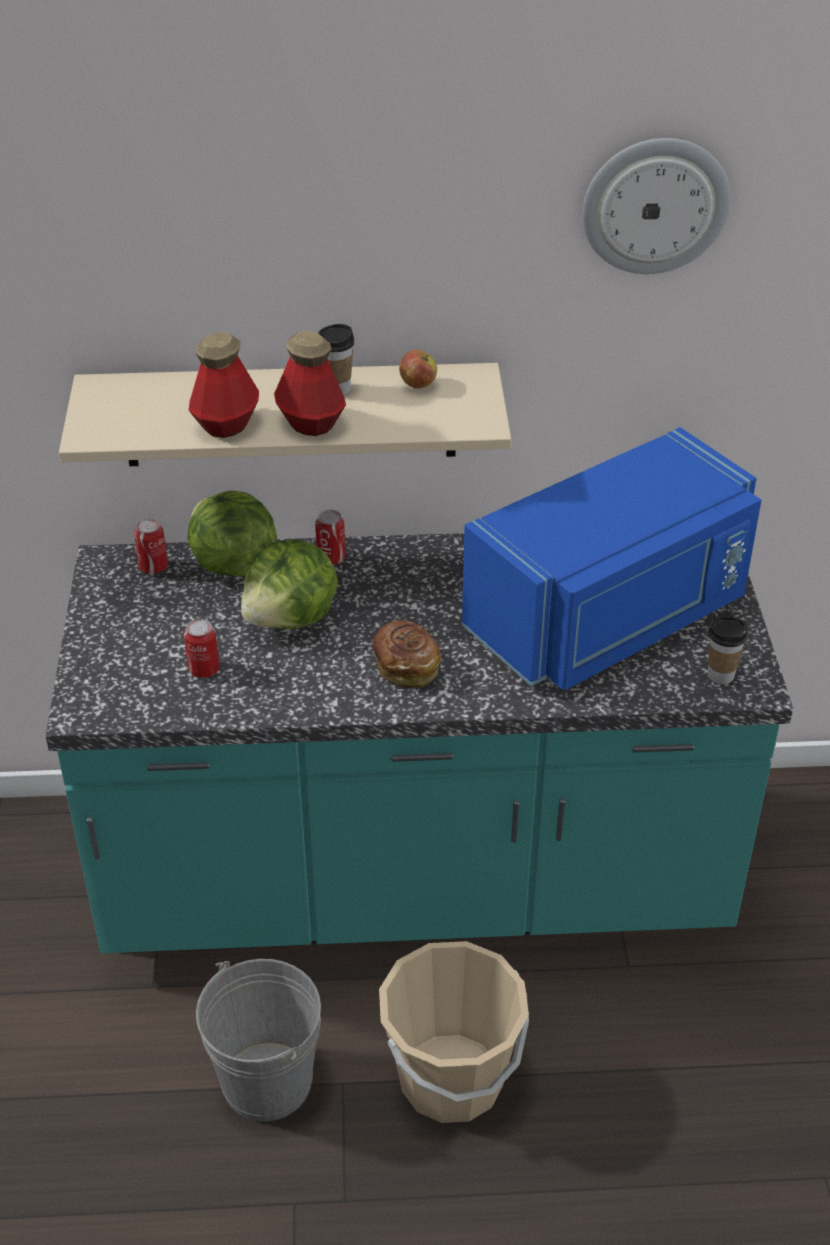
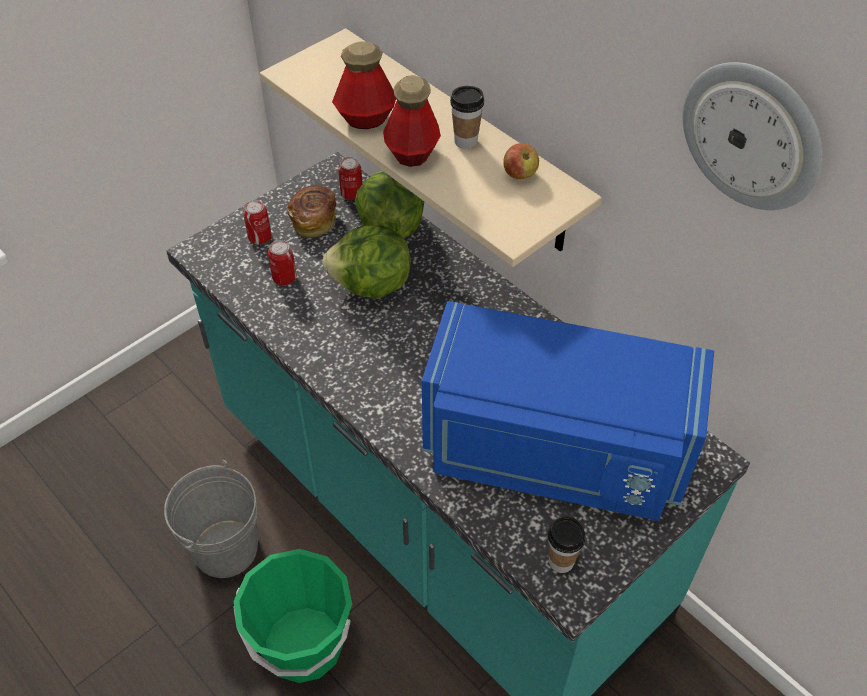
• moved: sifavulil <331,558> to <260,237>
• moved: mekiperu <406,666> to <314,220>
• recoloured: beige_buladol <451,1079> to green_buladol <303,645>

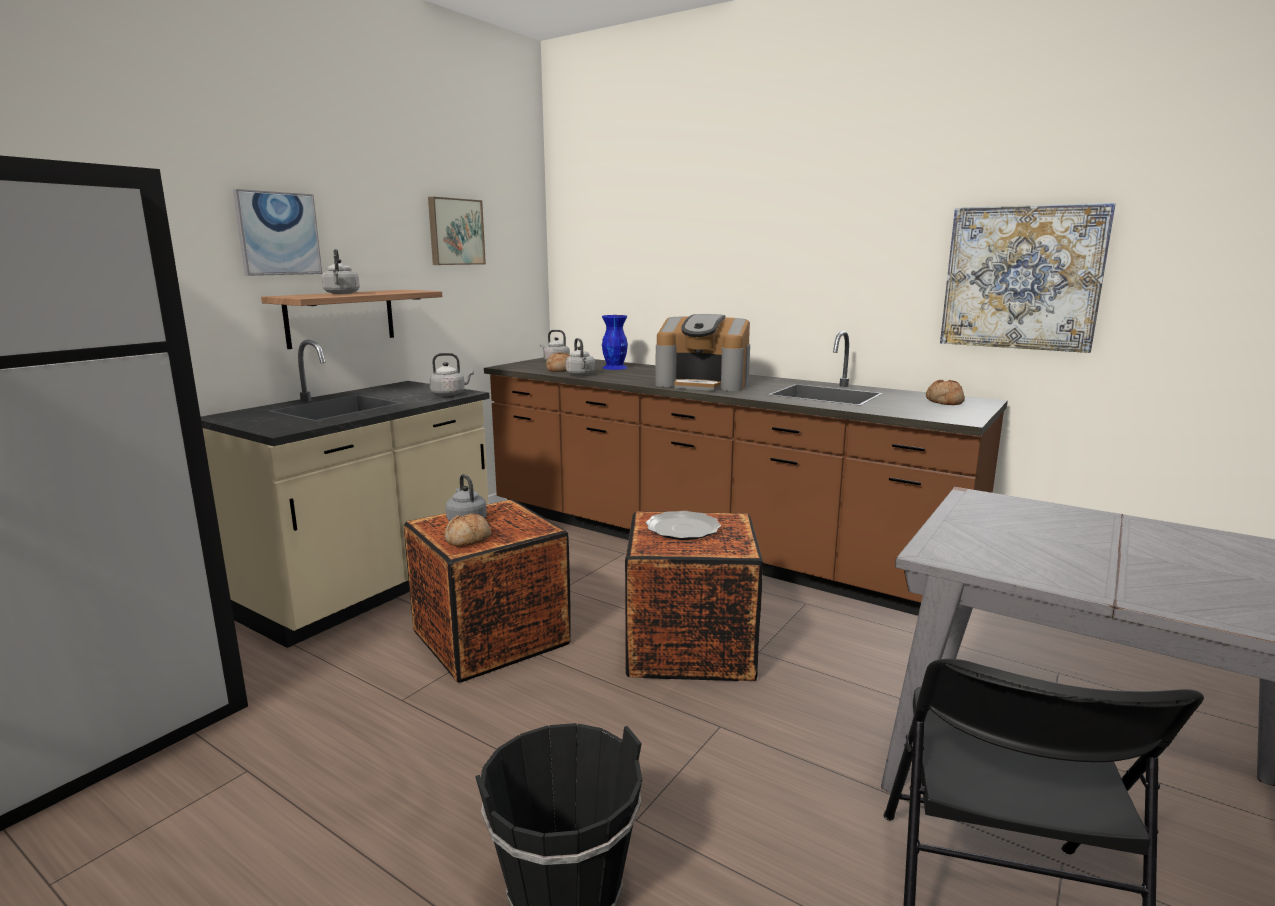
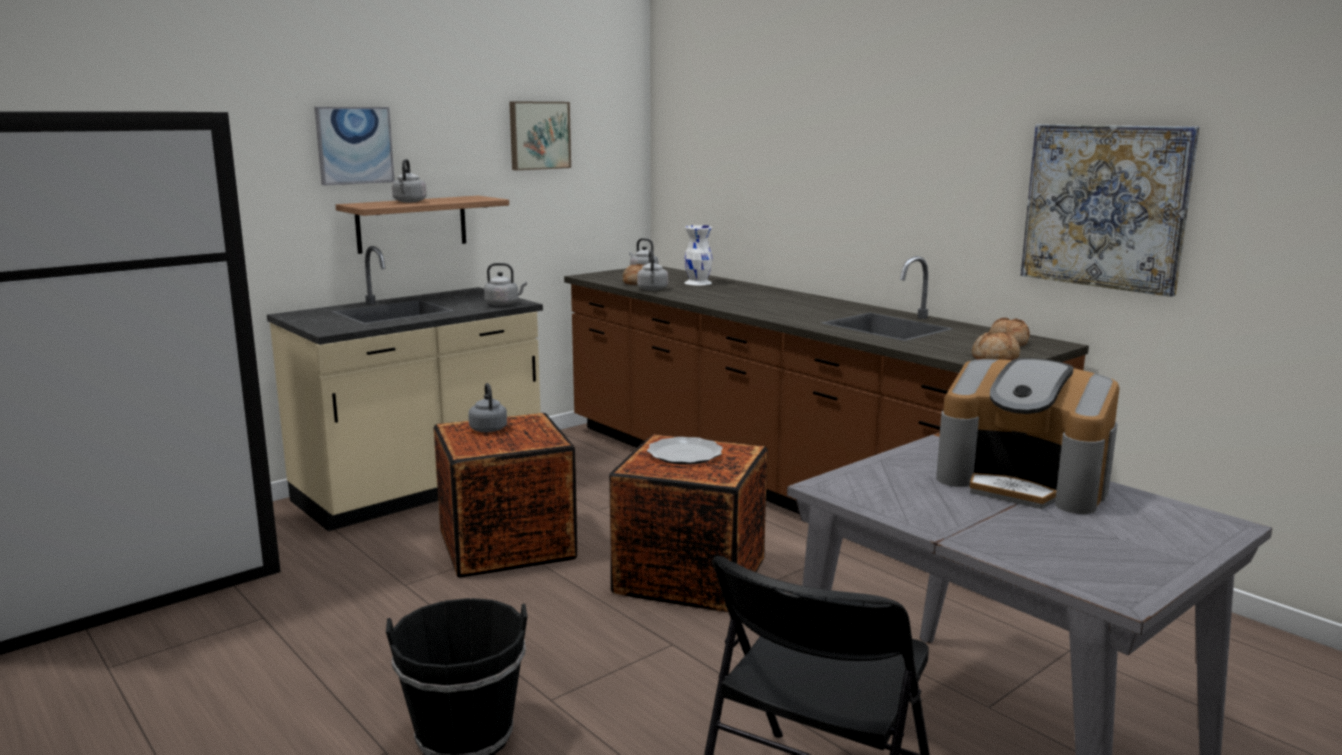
• moved: mekiperu <468,540> to <995,359>
• moved: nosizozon <703,384> to <1024,483>
• recoloured: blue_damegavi <615,367> to white_damegavi <698,283>

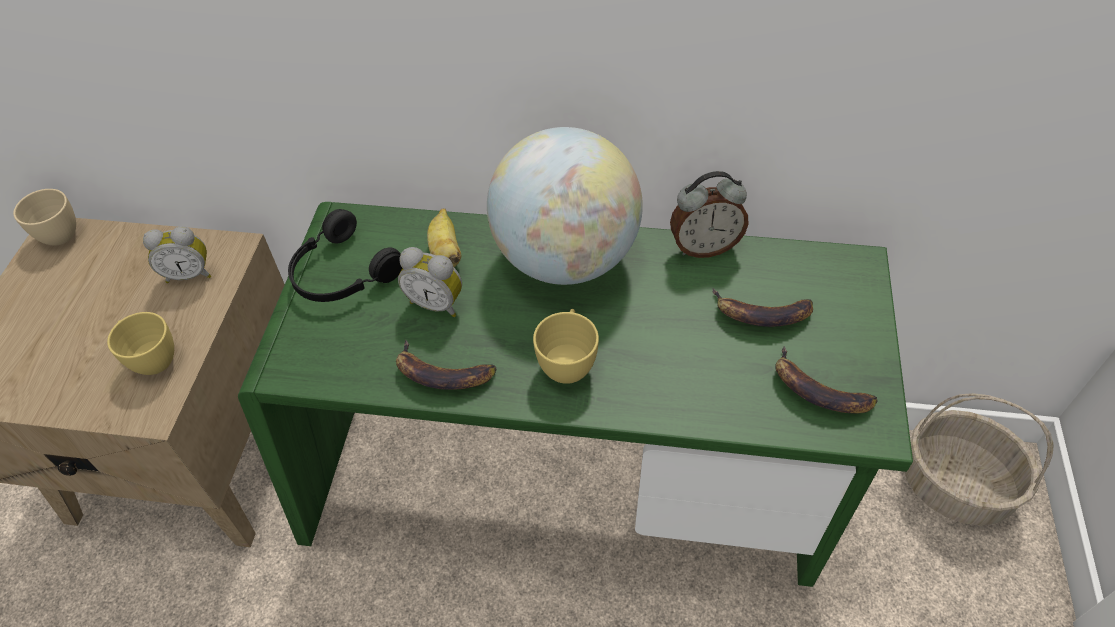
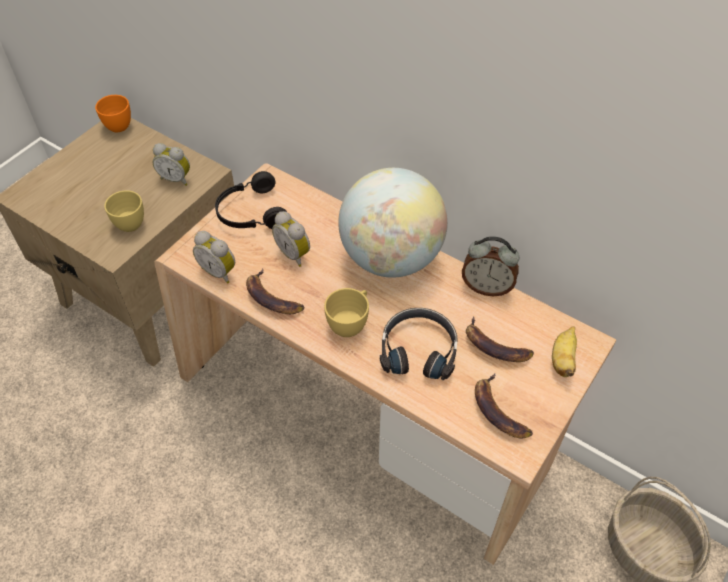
• added: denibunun <219,271>
• added: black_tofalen <418,349>
• moved: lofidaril <446,252> to <562,360>
• recoloured: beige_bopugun <59,231> to orange_bopugun <119,124>
• recoloured: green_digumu <564,487> to beige_digumu <364,419>

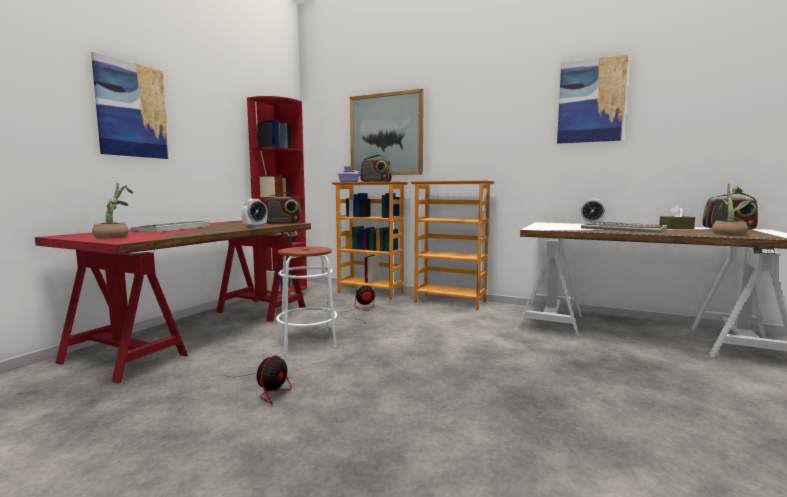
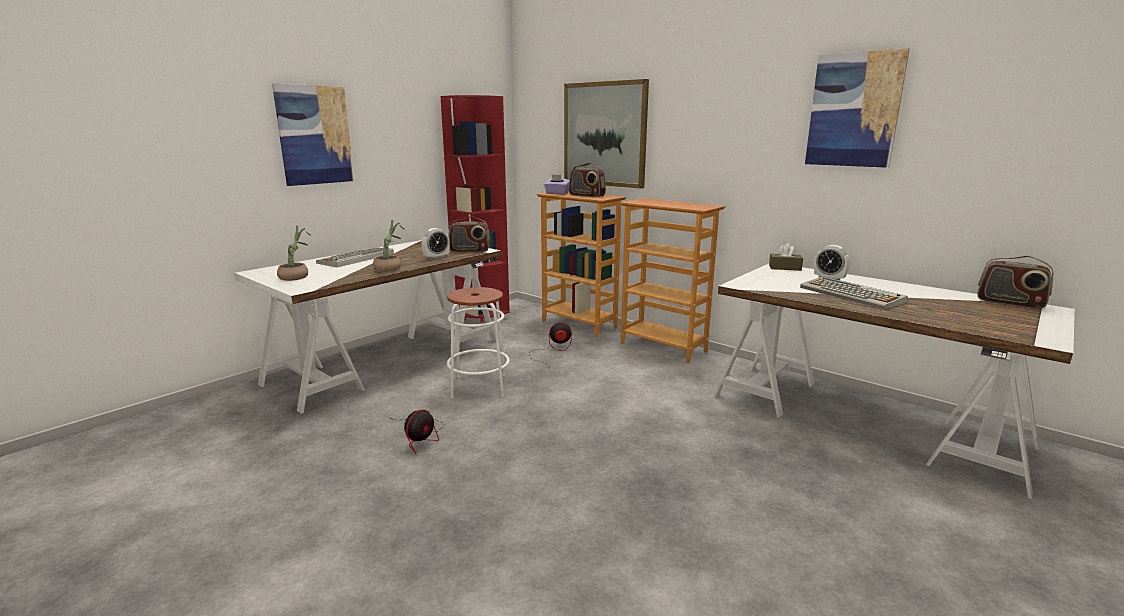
• moved: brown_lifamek <676,228> to <785,268>
• moved: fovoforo <728,233> to <390,268>
• recoloured: red_digumu <203,330> to white_digumu <388,360>

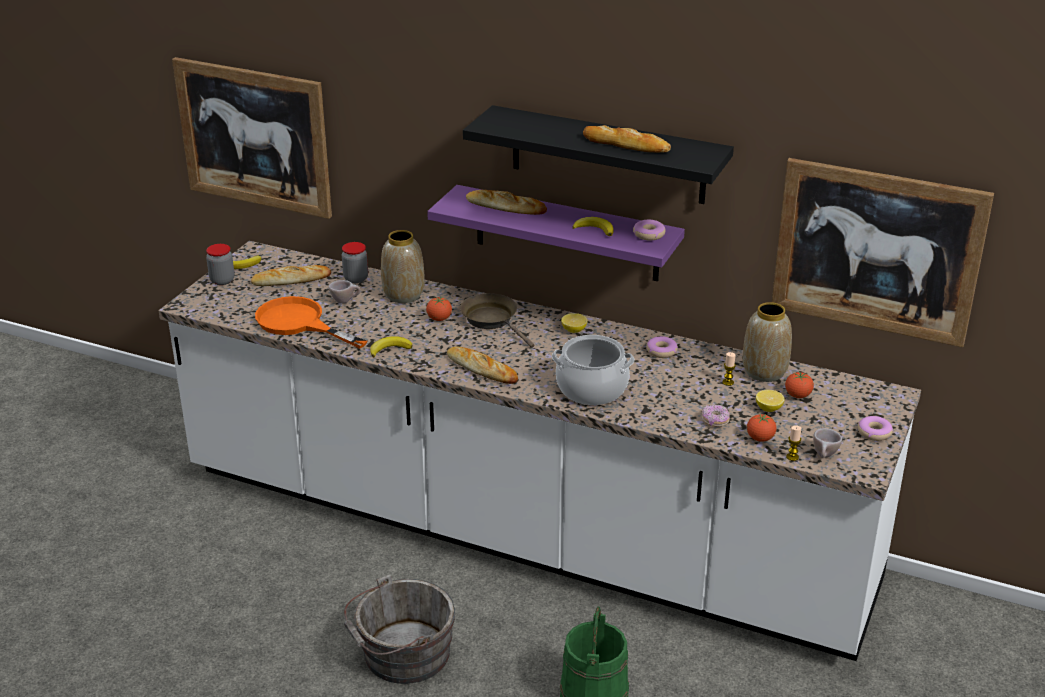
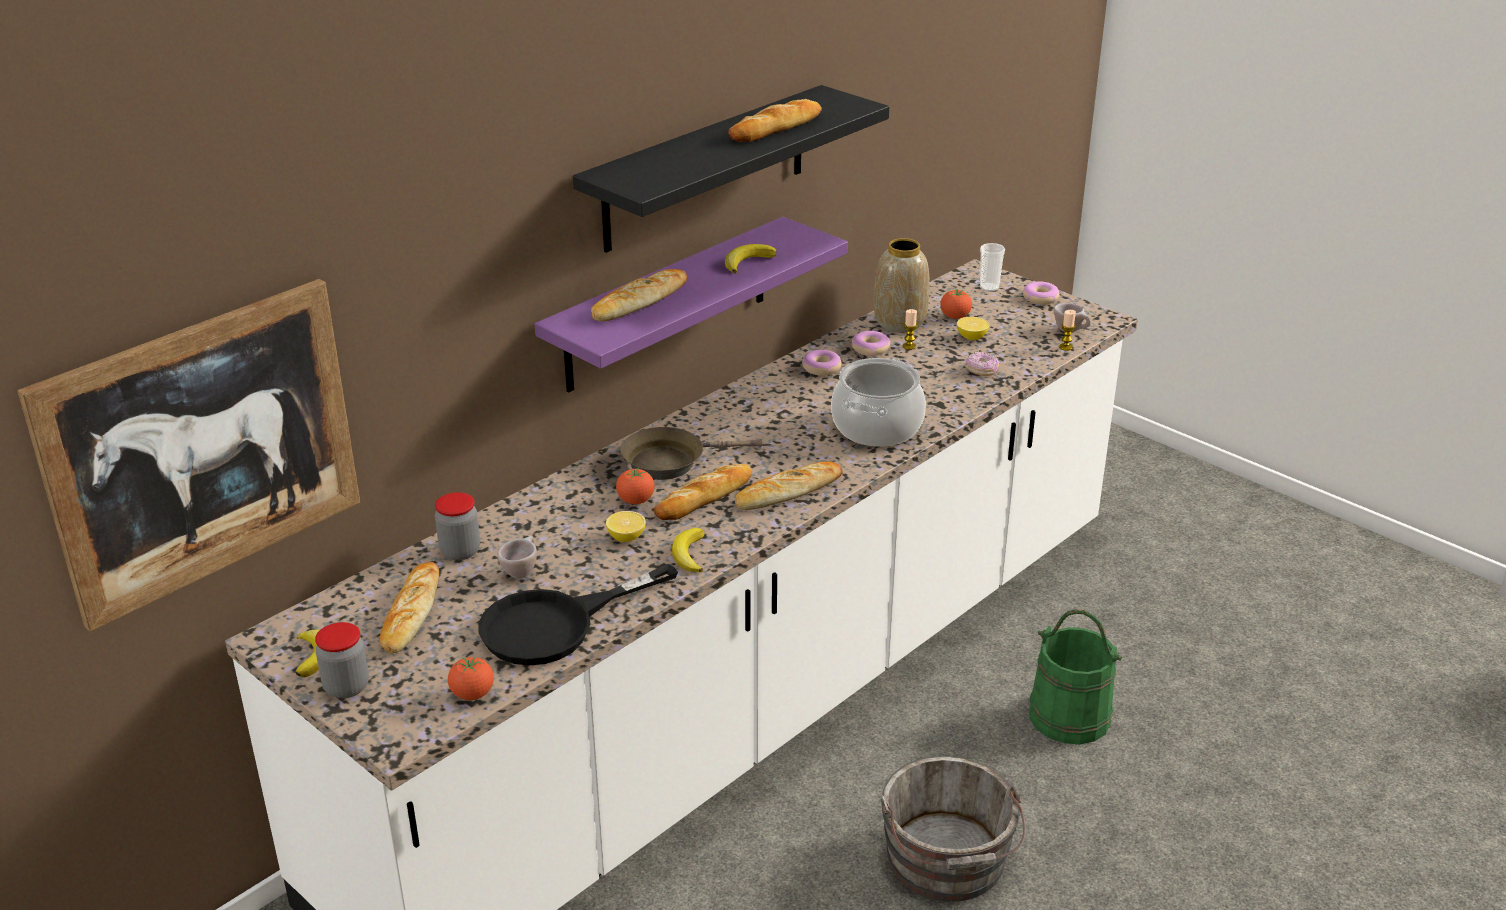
• removed: damegavi <404,295>
• removed: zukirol <877,251>
• added: mekiperu <705,497>
• added: bopugun <989,287>
• moved: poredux <574,330> to <626,537>
• moved: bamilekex <649,234> to <870,348>
• moved: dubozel <760,438> to <472,694>
• recoloured: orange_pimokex <299,323> to black_pimokex <556,624>

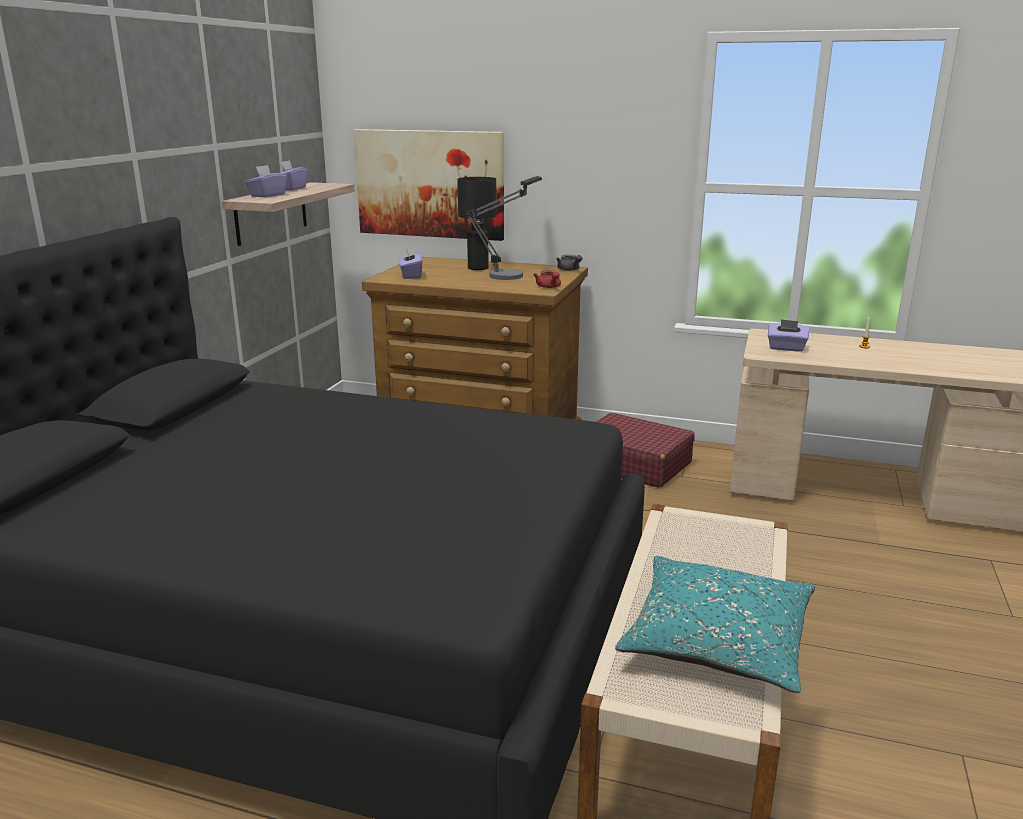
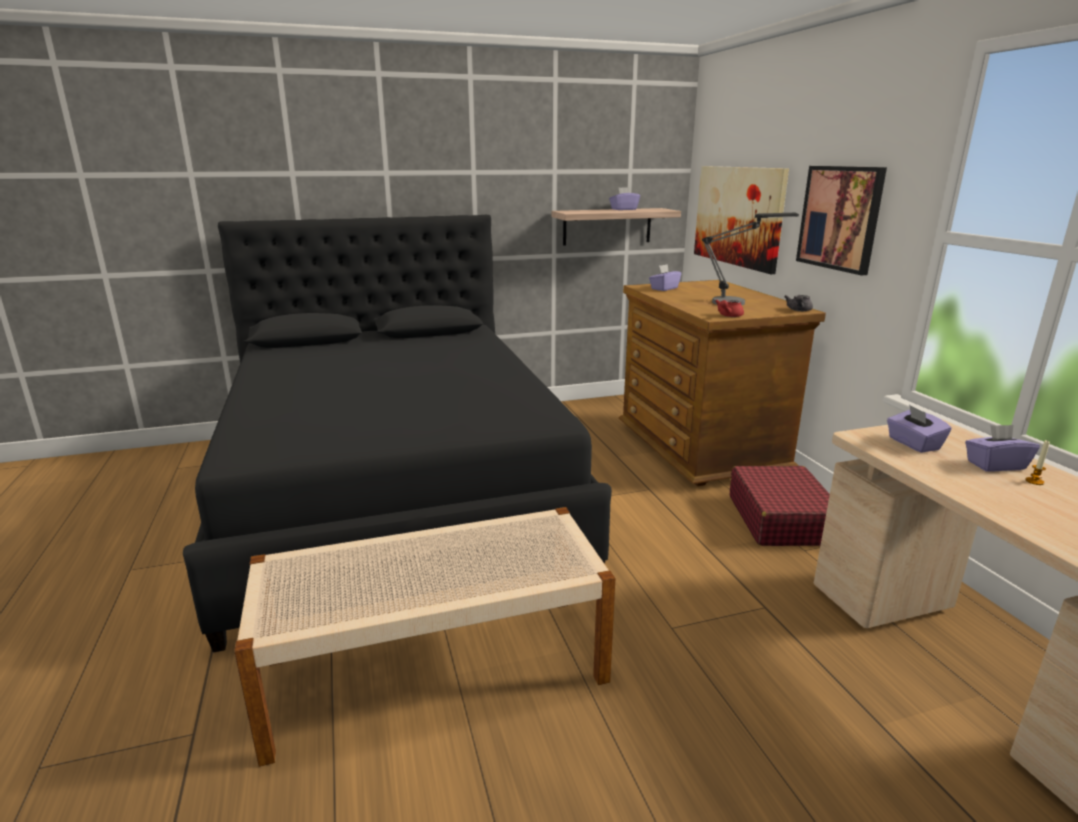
• removed: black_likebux <478,268>
• removed: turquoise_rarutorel <716,641>
• added: zukirol <840,218>
• moved: purple_lifamek <267,195> to <995,465>

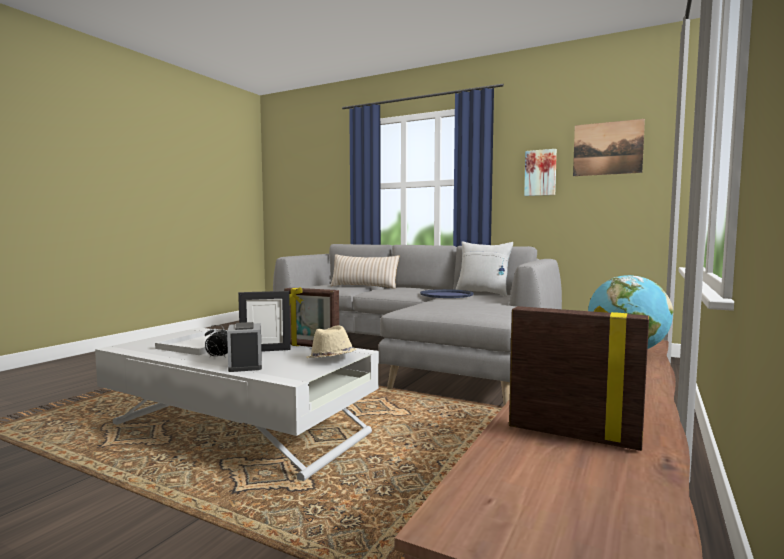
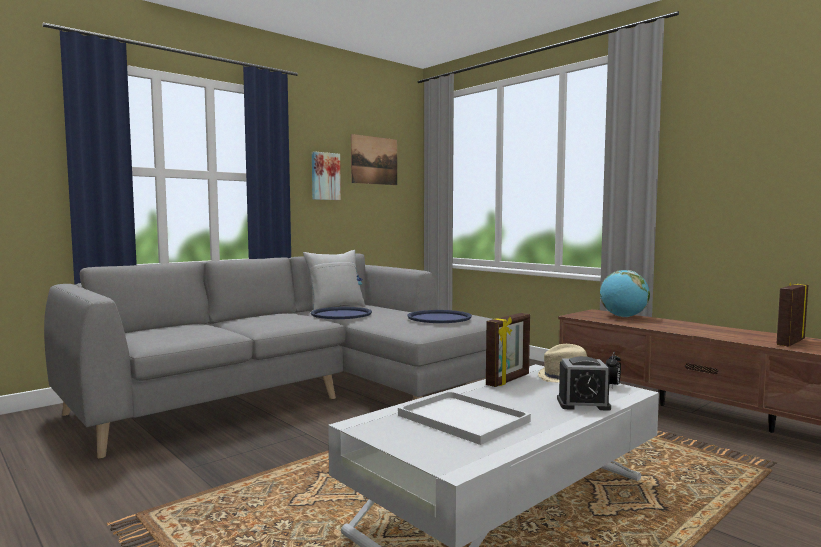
• removed: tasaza <265,350>
• removed: beige_rarutorel <364,286>
• added: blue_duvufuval <439,318>
• moved: denibunun <218,357> to <612,386>

